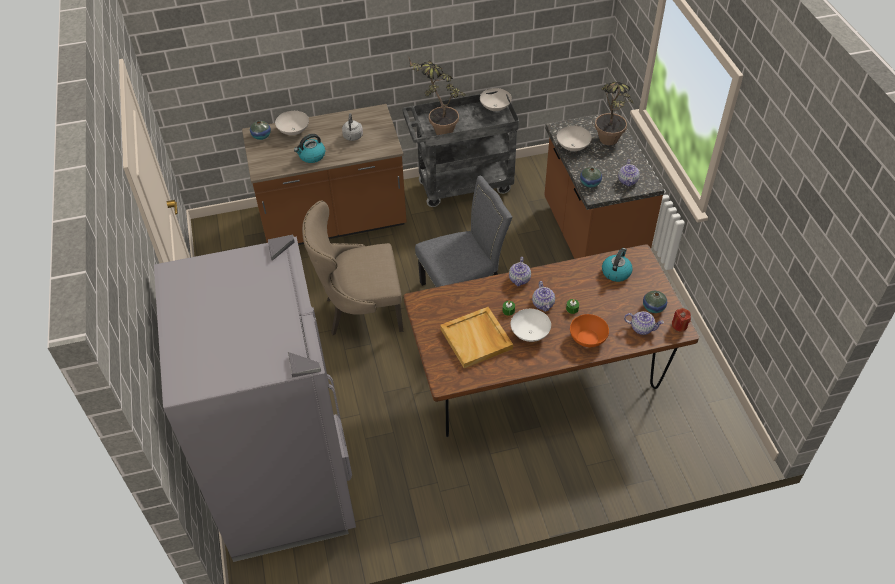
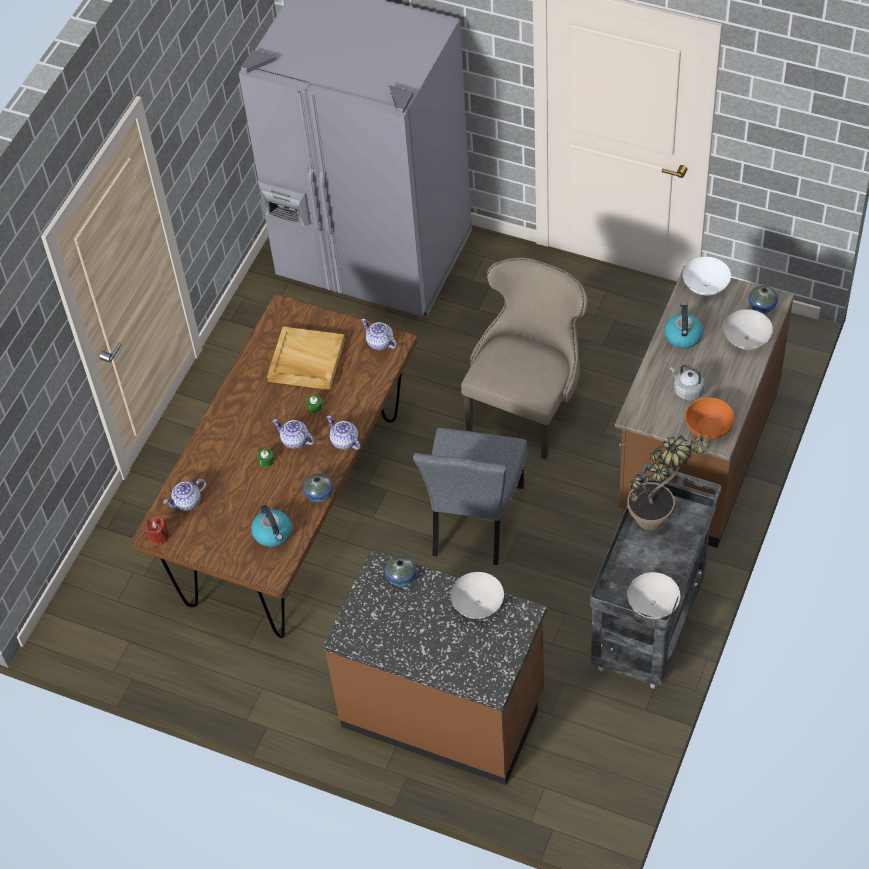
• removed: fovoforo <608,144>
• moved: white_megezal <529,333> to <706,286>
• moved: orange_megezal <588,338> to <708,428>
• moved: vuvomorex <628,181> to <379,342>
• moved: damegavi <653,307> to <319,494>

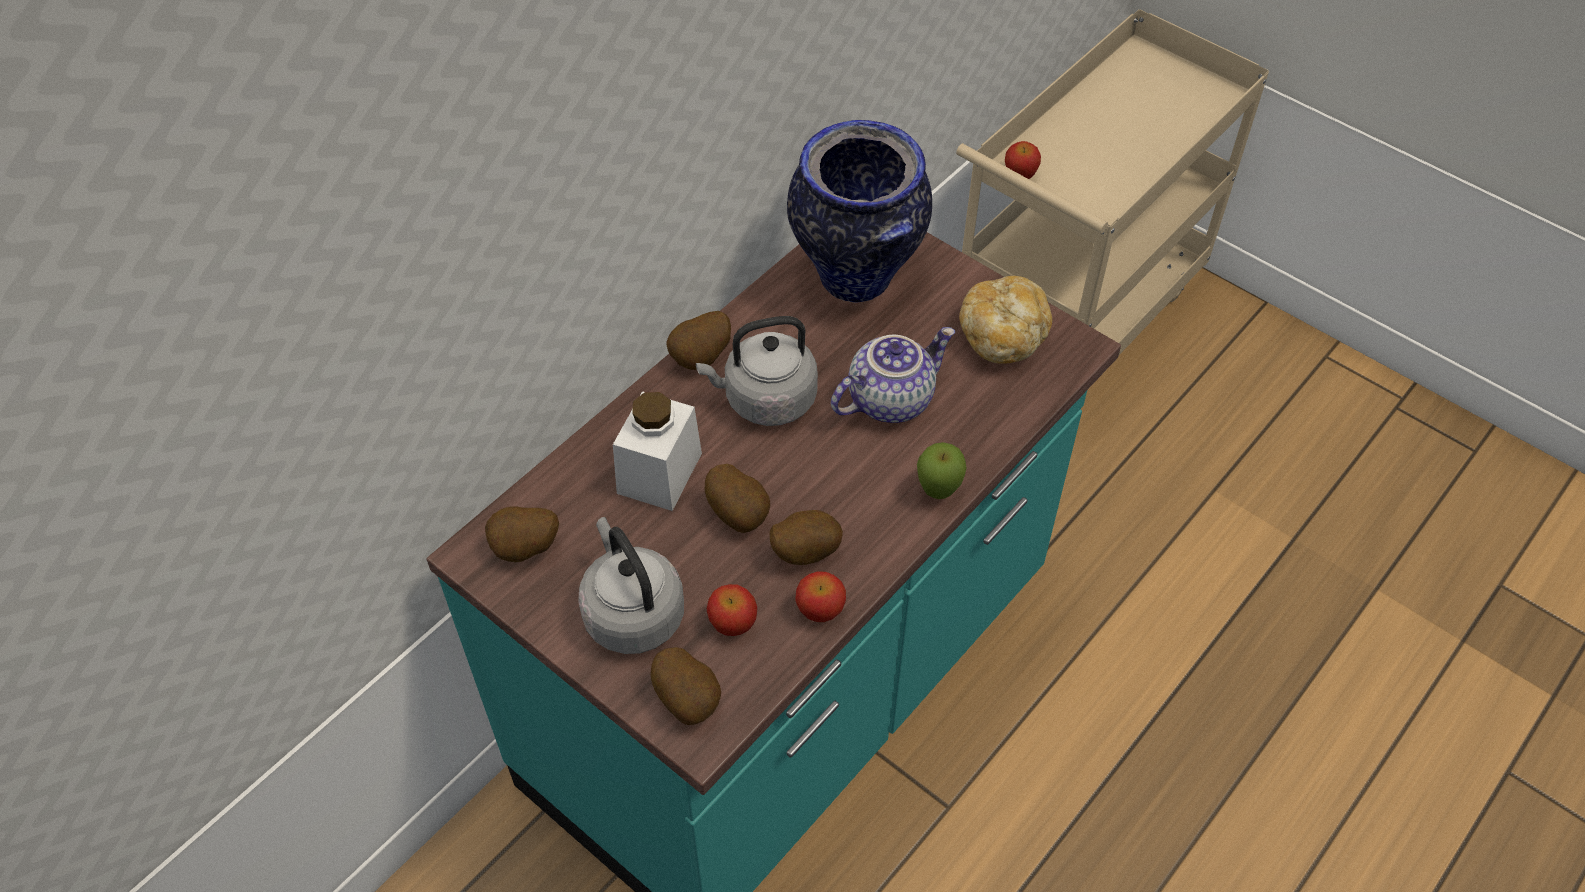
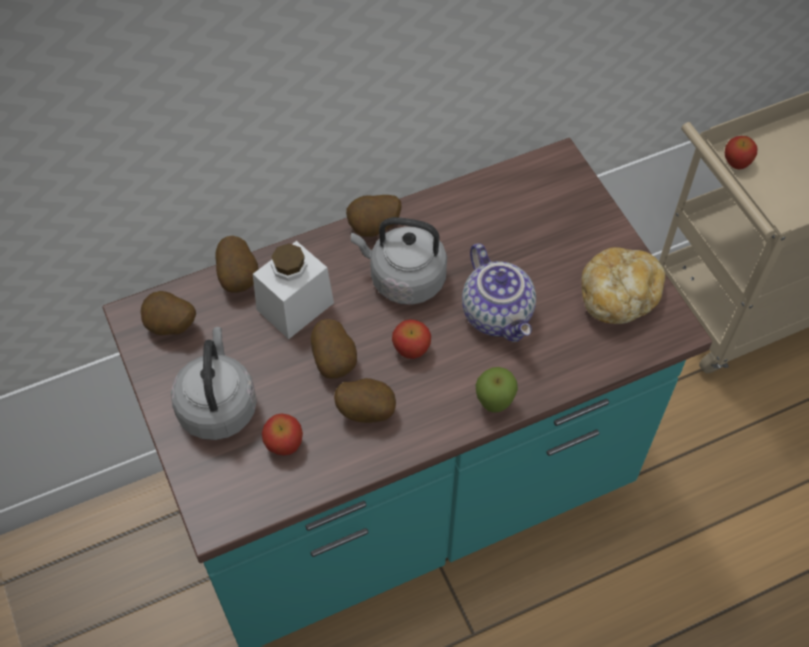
• removed: damegavi <857,280>
• moved: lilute <689,700> to <239,278>
• moved: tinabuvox <820,610> to <411,349>
• turned: vuvomorex <890,398> = <499,314> 75 degrees clockwise

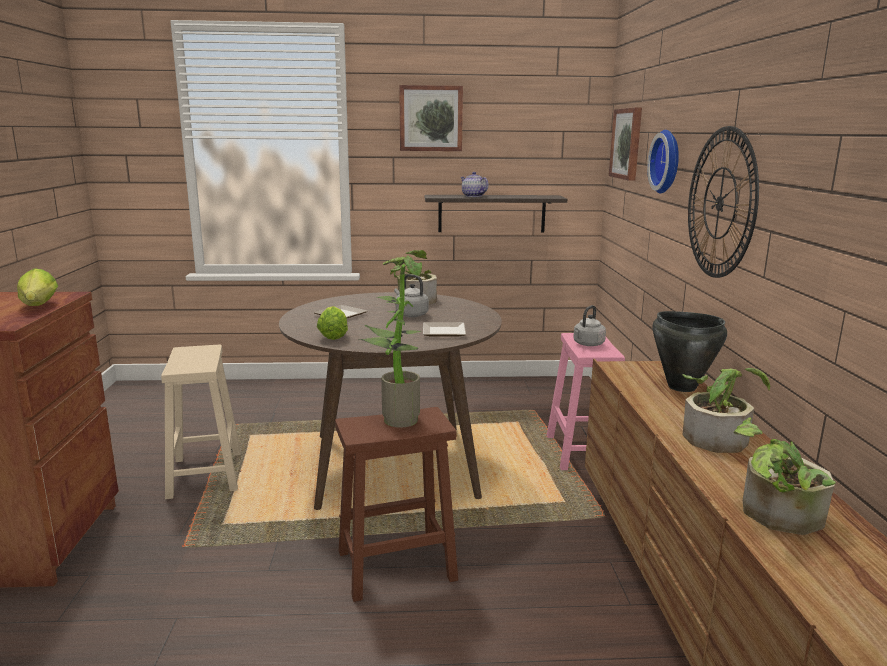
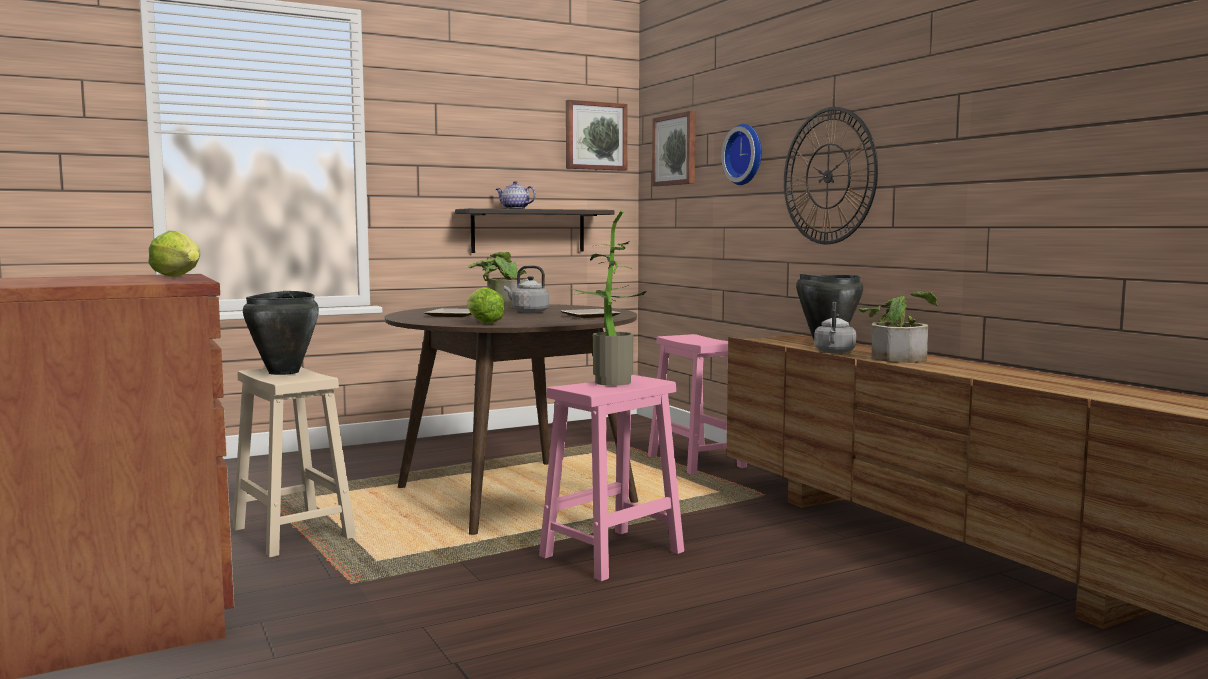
• removed: fovoforo <774,516>
• added: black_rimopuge <284,372>
• moved: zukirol <430,118> to <595,136>
• moved: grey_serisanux <587,344> to <834,352>
• recoloured: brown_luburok <394,566> to pink_luburok <610,554>

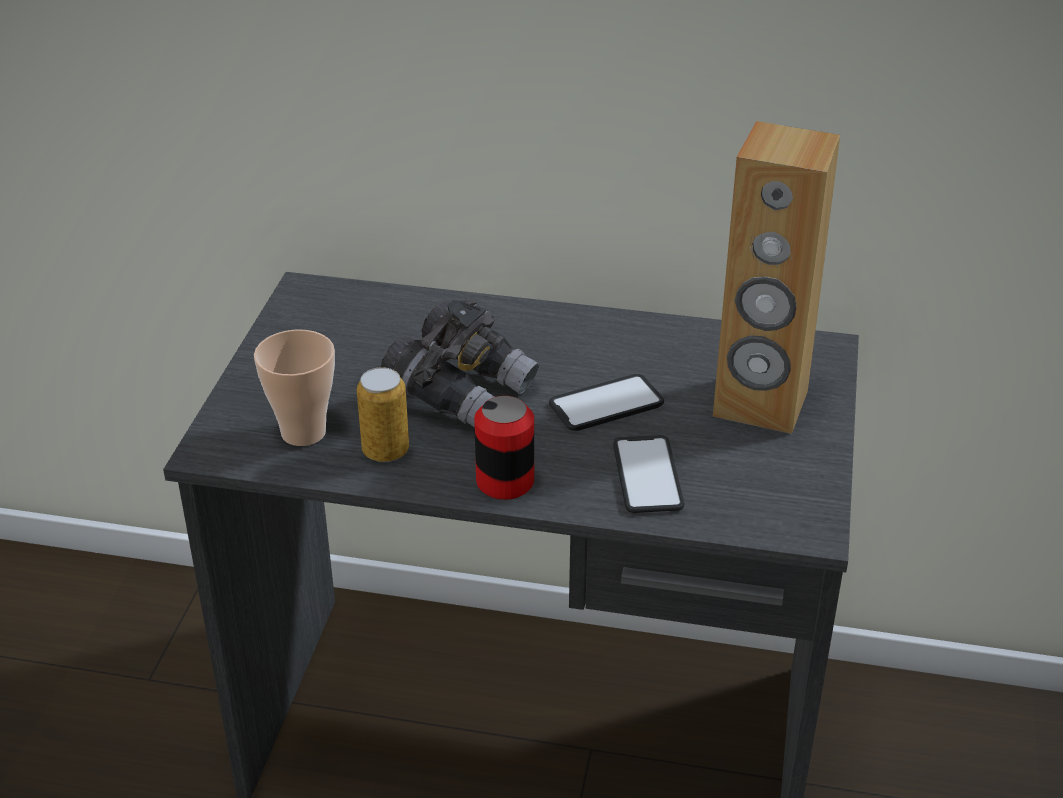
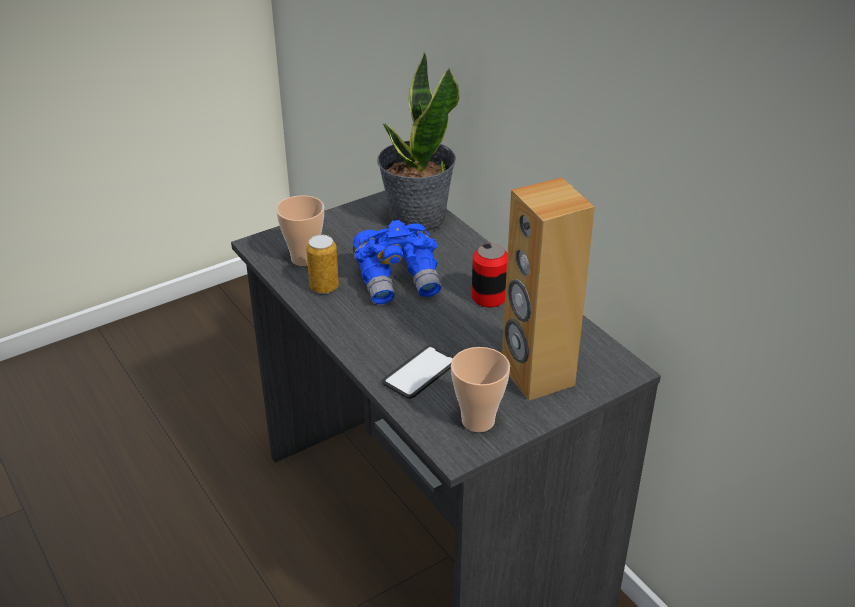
• removed: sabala <606,404>
• added: fovoforo <417,219>
• added: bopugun <478,421>
• moved: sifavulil <505,482> to <489,297>
• recoloured: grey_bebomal <461,392> to blue_bebomal <399,280>

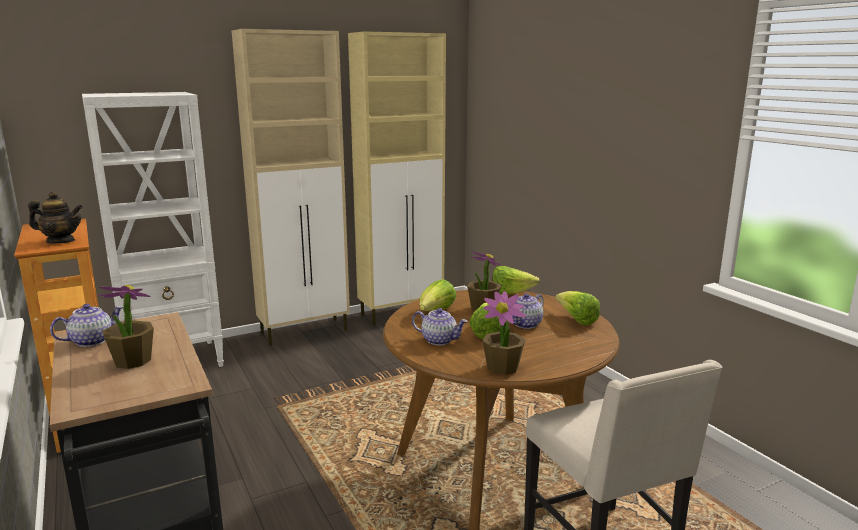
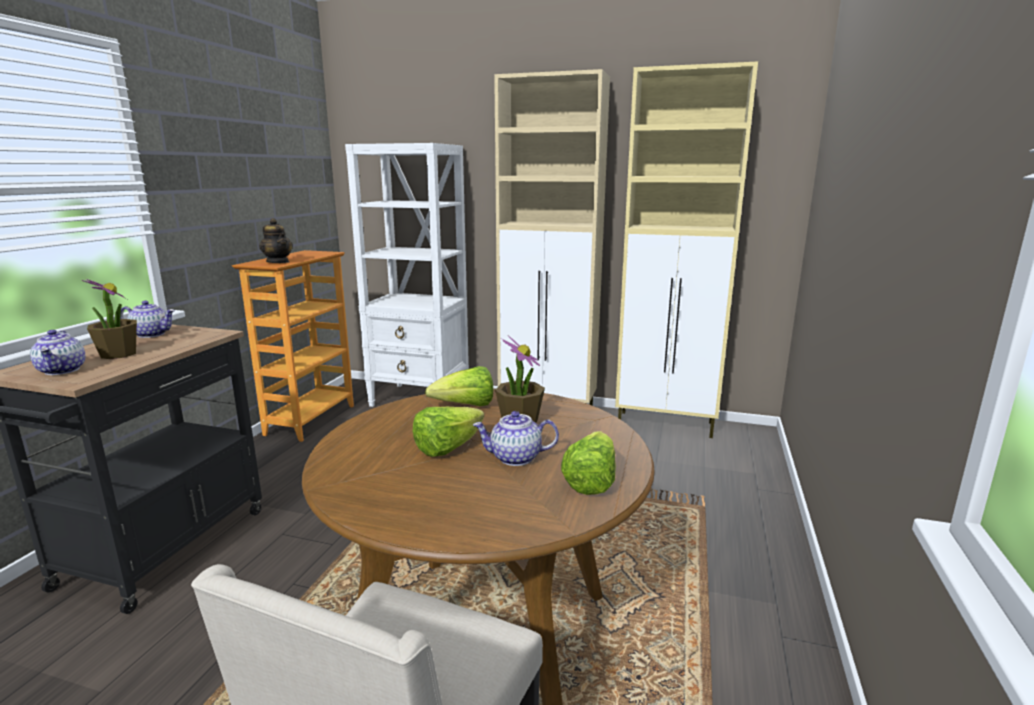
• removed: fovoforo <503,367>
• removed: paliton <511,293>
• moved: vuvomorex <439,340> to <63,370>

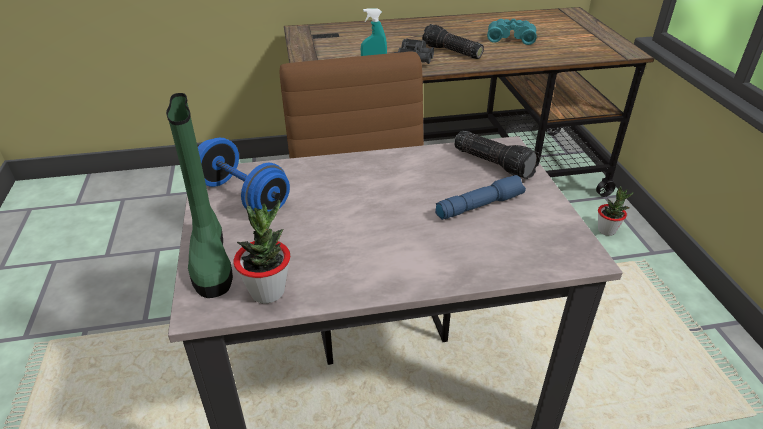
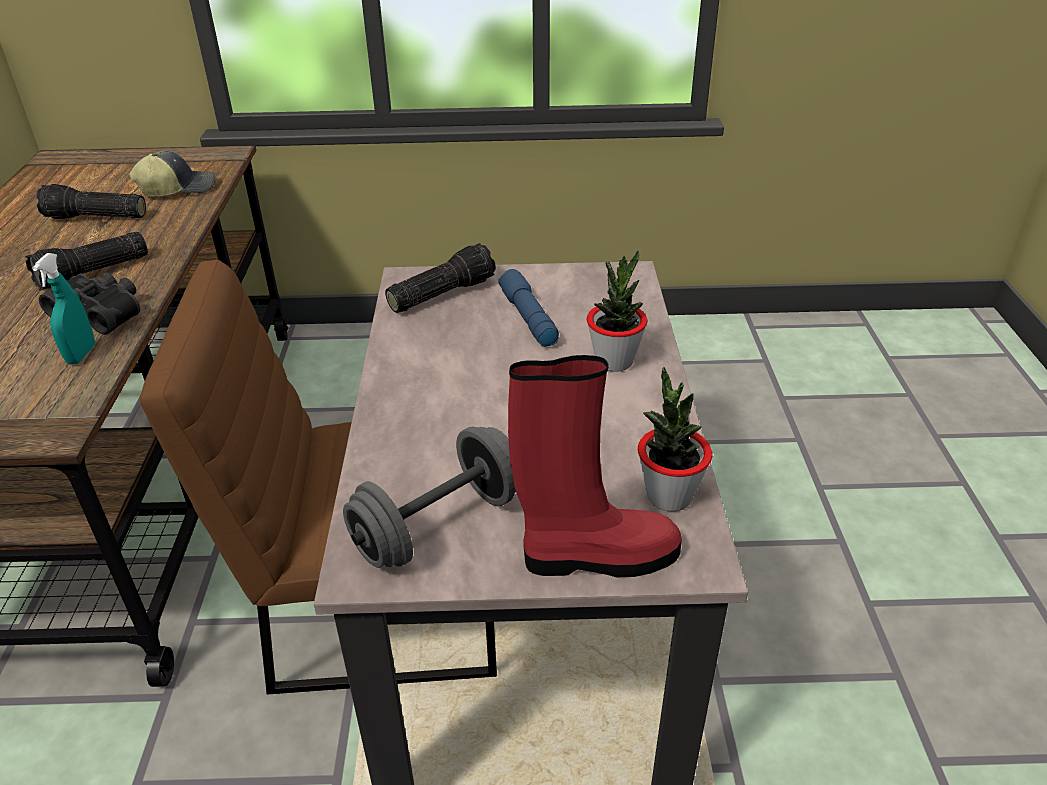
• added: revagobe <178,188>
• moved: fovoforo <606,230> to <614,361>
• replaced: turquoise_bebomal <511,38> to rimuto <95,218>
• recoloured: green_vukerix <210,259> to red_vukerix <596,556>
• recoloured: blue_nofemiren <243,196> to grey_nofemiren <439,525>

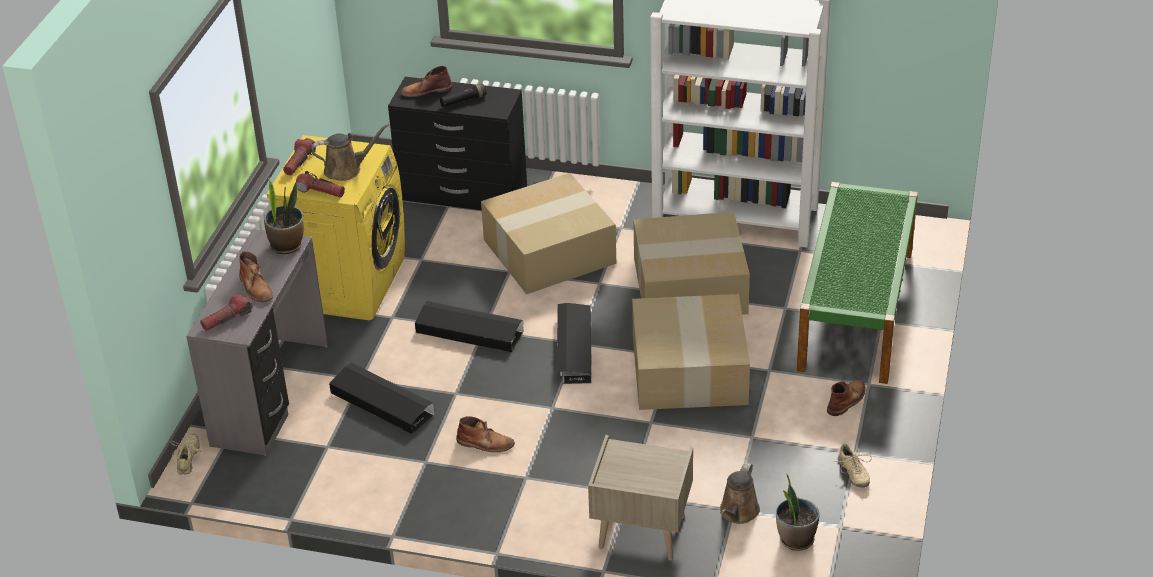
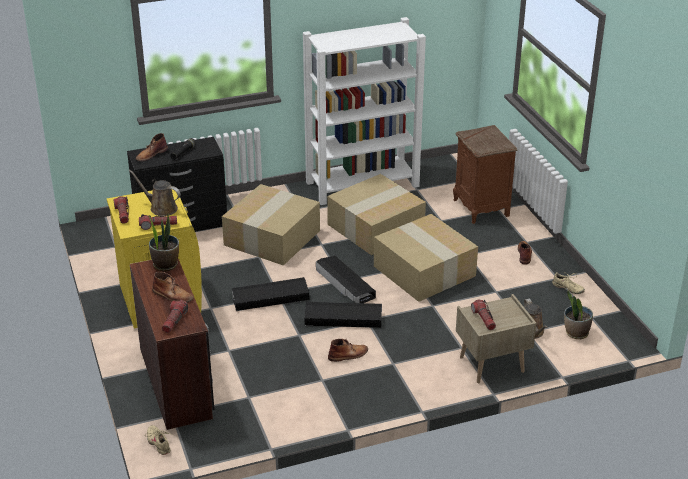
• added: rimuto <483,319>
• moved: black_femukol <382,403> to <343,319>
• replaced: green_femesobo <857,310> to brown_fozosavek <480,208>
• recoloured: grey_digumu <272,394> to brown_digumu <177,382>
• turned: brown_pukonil <346,169> = <161,208> 105 degrees counterclockwise

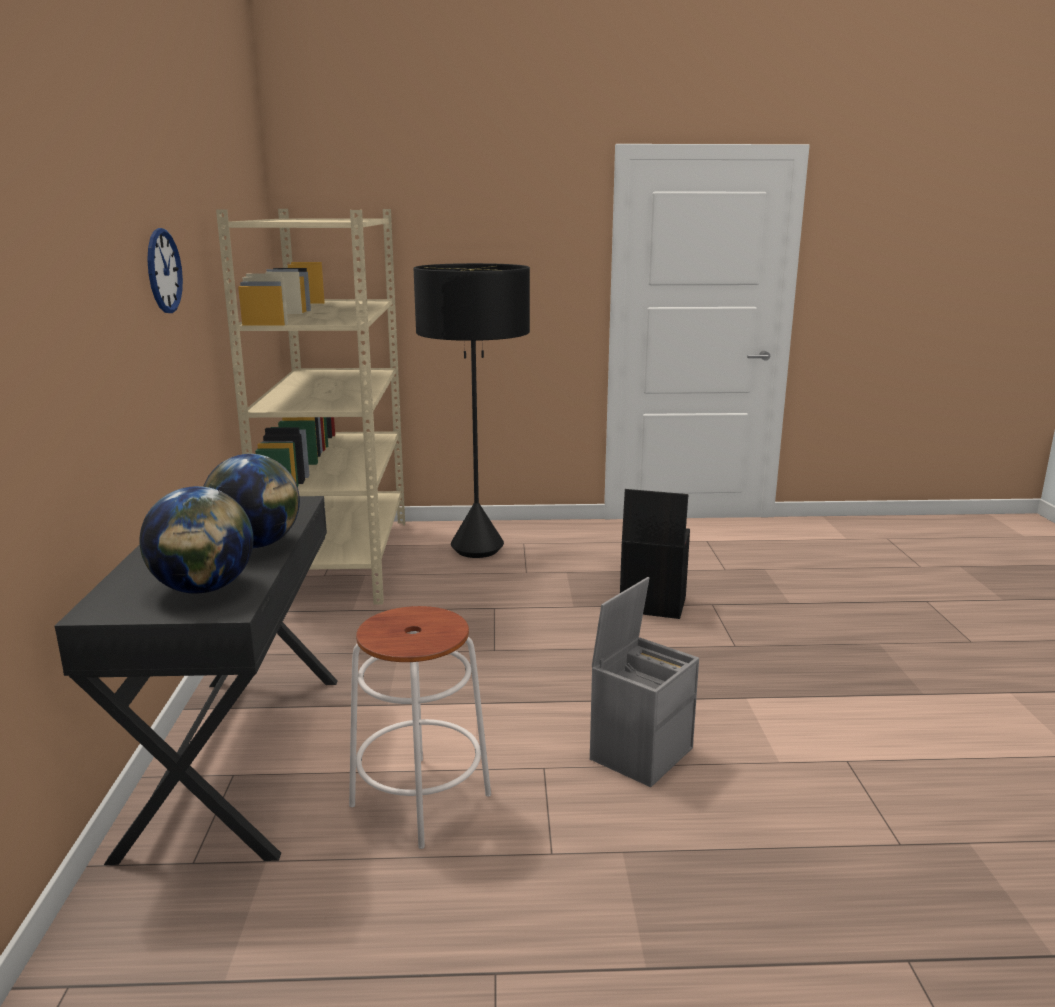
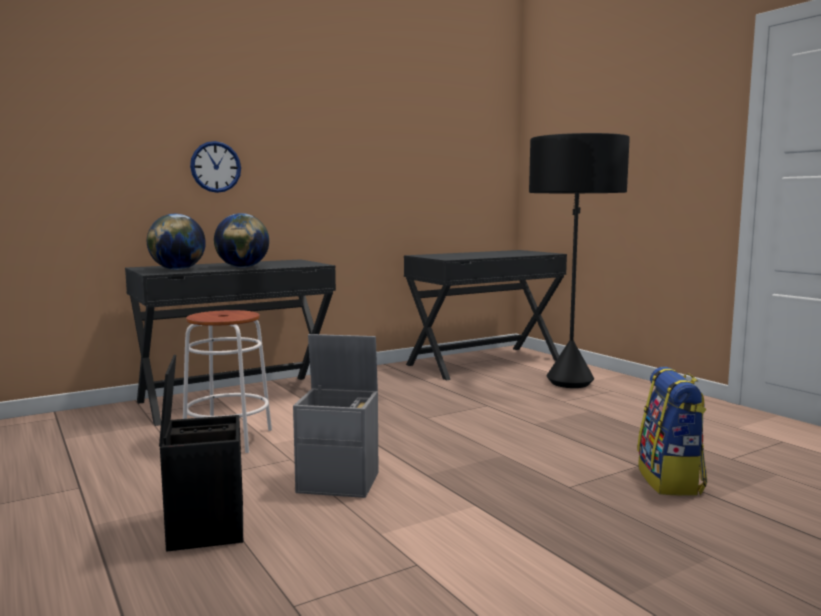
• added: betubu <670,481>
• moved: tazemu <163,271> to <215,167>
• moved: black_femukol <651,604> to <205,526>
• replaced: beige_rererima <340,559> to black_digumu <484,362>

